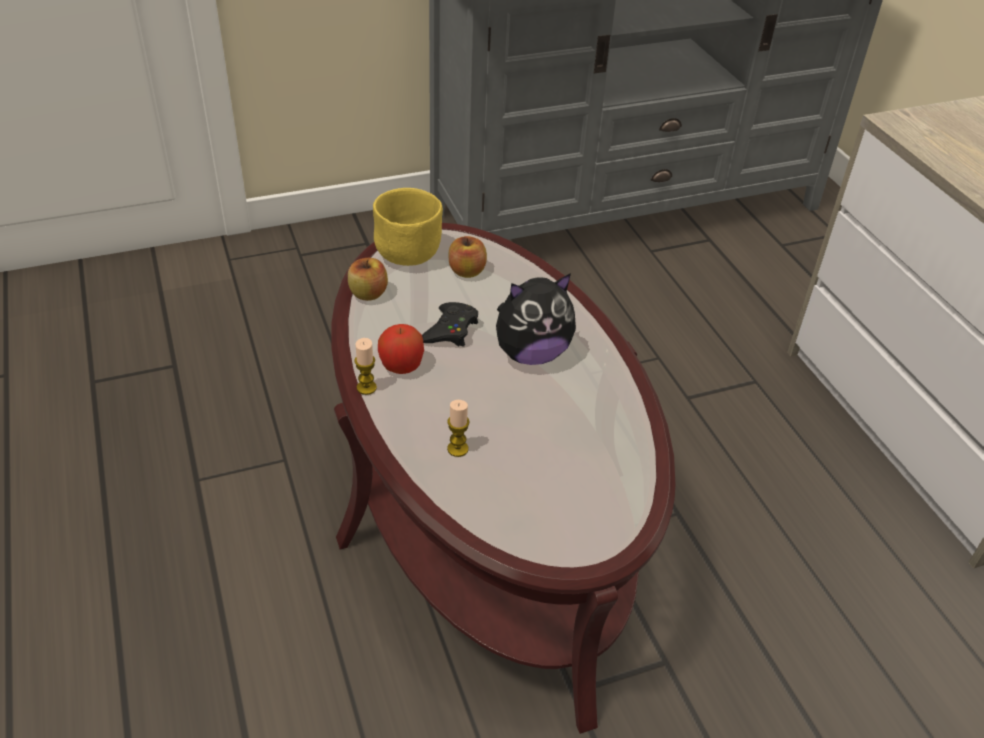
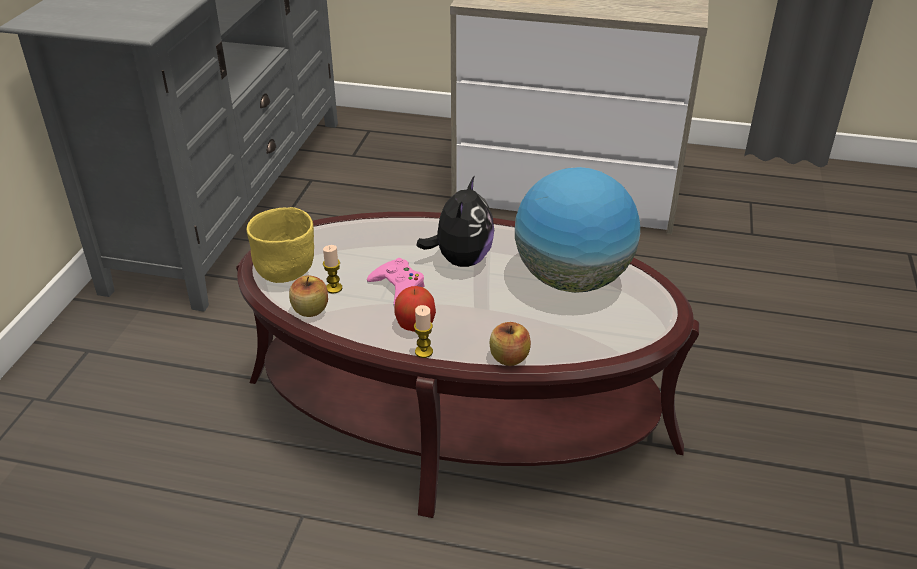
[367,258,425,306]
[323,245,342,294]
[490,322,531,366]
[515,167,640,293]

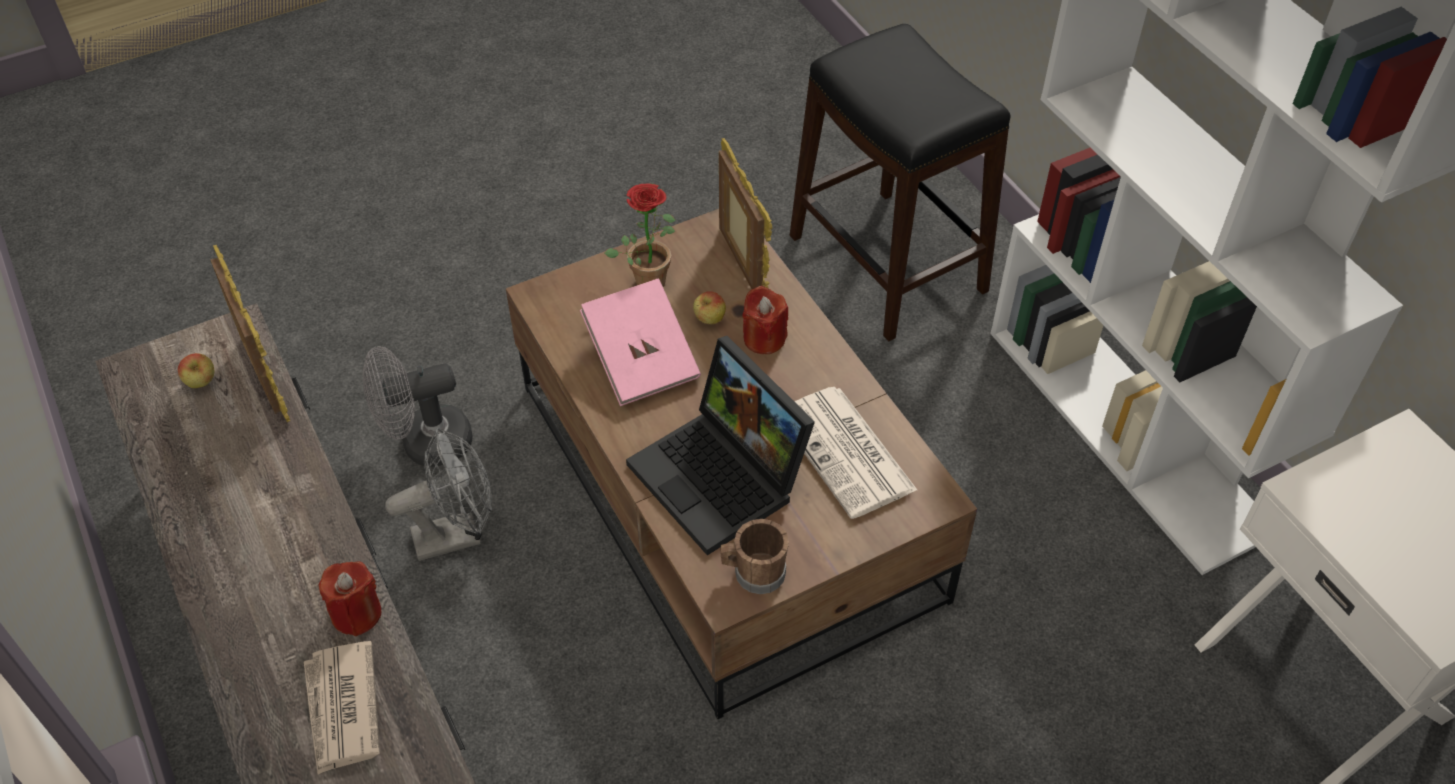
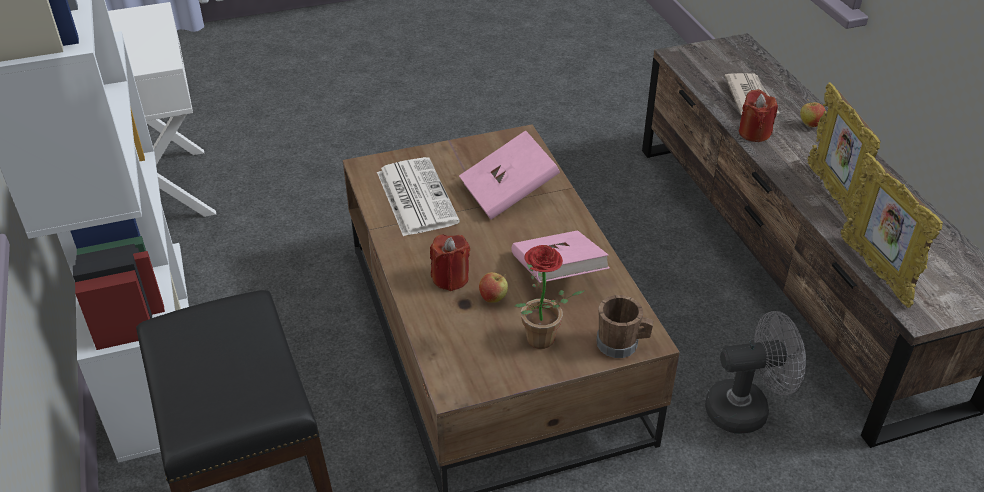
[800,100,826,127]
[385,428,492,561] (first image)
[459,130,560,220]
[808,82,881,223]
[597,295,653,358]

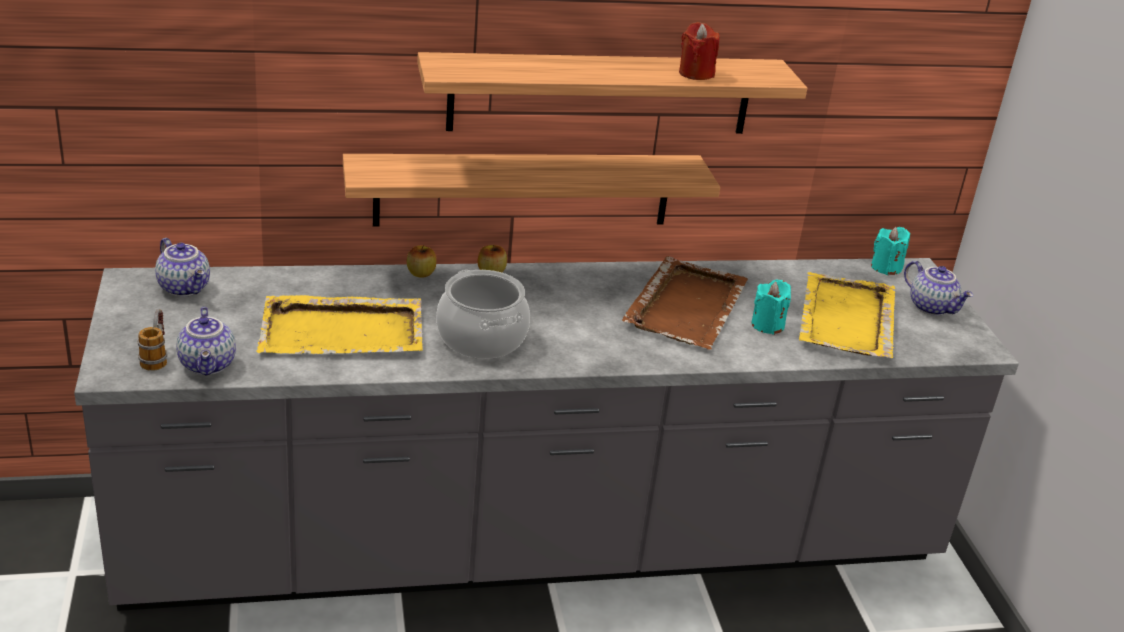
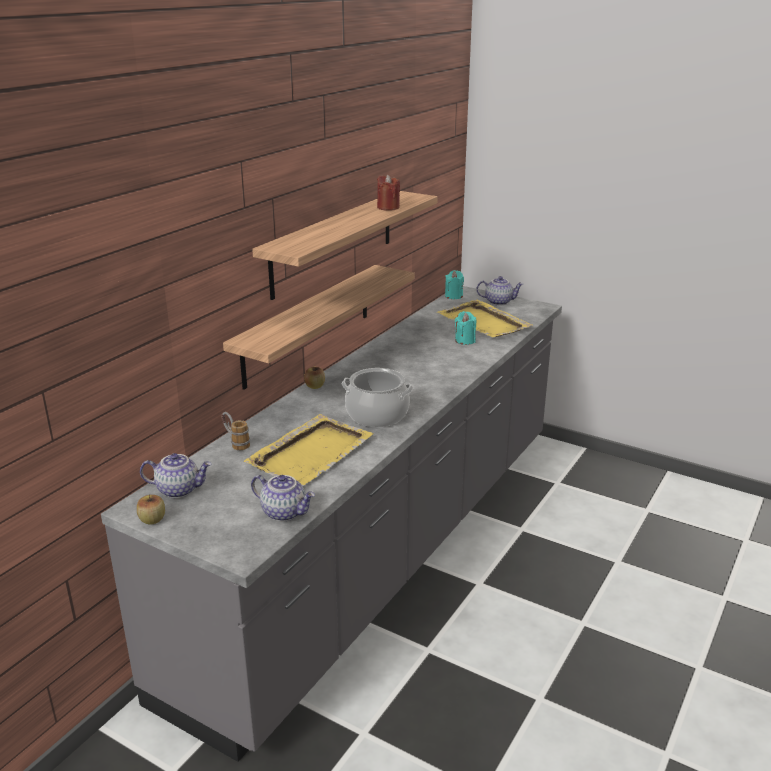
[221,412,250,450]
[137,494,165,524]
[622,256,748,349] (first image)

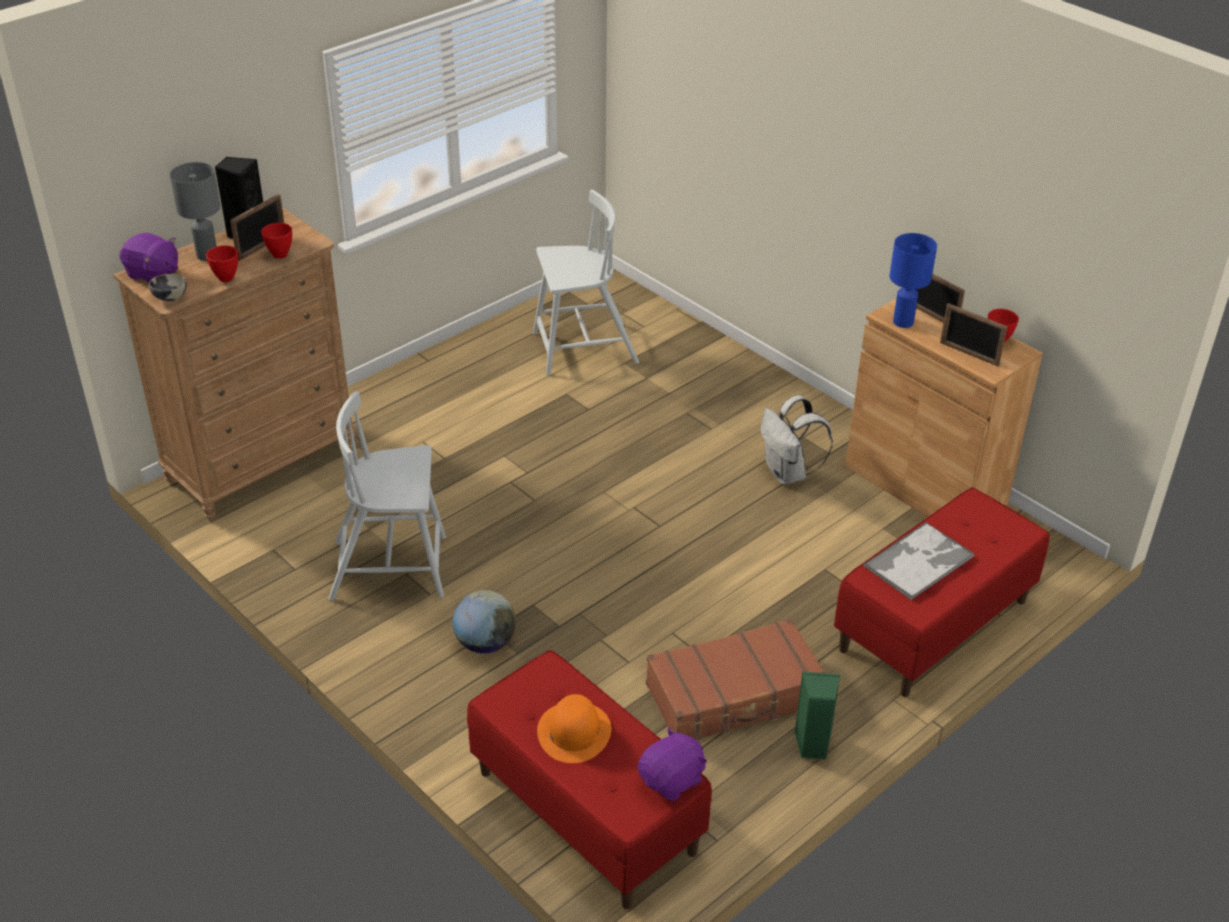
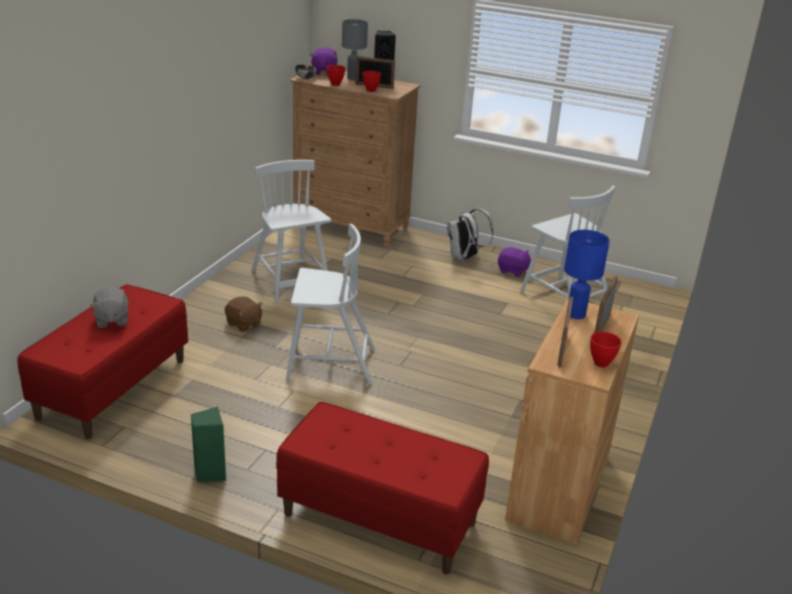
[225,296,263,332]
[90,287,129,328]
[498,247,531,277]
[646,618,825,741] (first image)
[447,208,493,261]
[864,522,974,600] (first image)
[286,224,375,385]

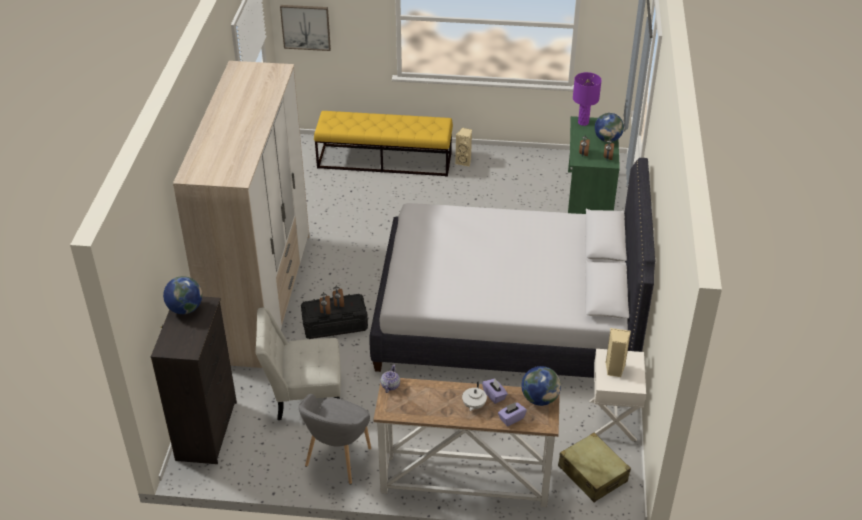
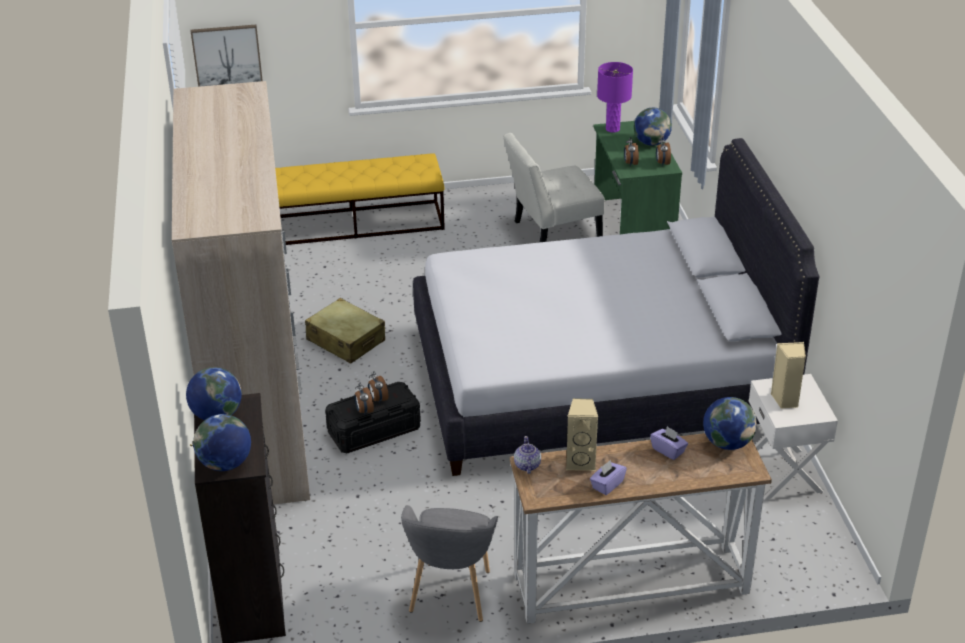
[503,133,605,242]
[566,398,598,471]
[462,381,487,411] (first image)
[590,460,627,495]
[305,298,385,364]
[193,414,251,471]

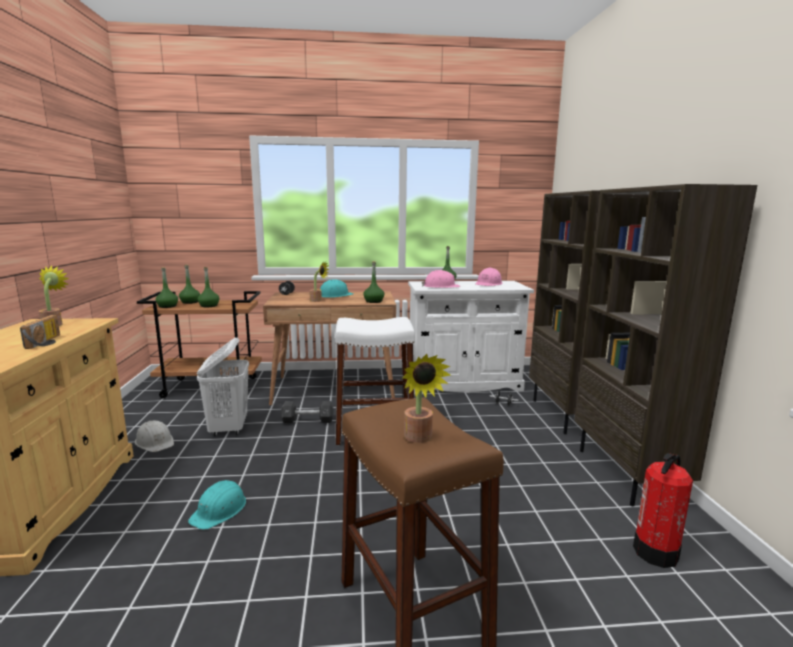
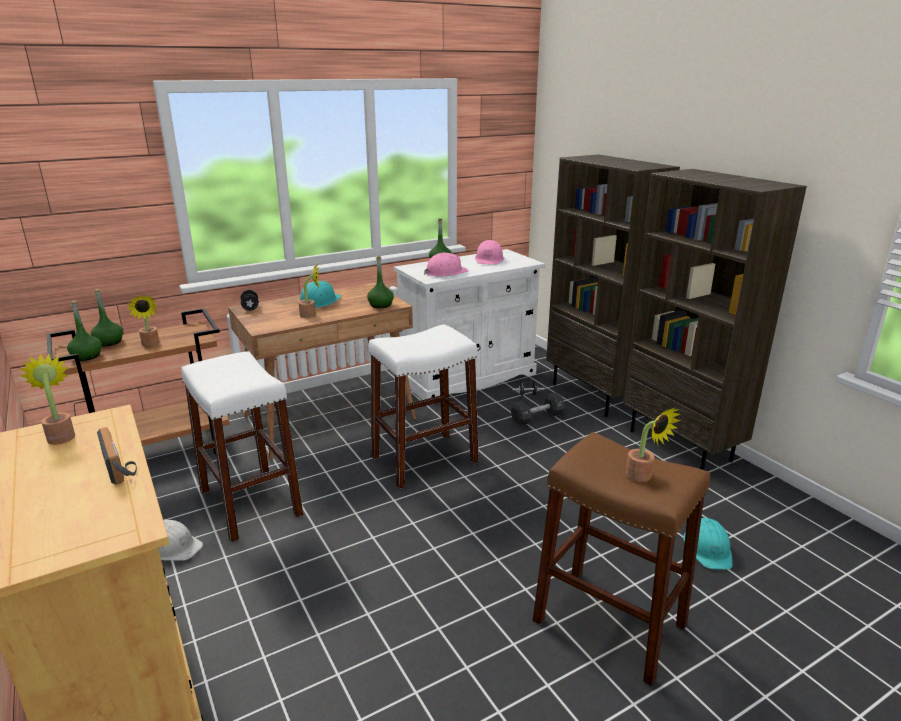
[683,518,733,569]
[181,351,304,543]
[127,295,160,347]
[511,392,565,426]
[633,453,693,568] (first image)

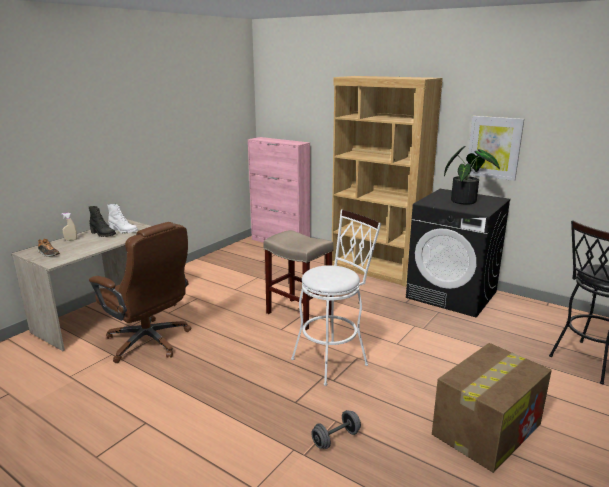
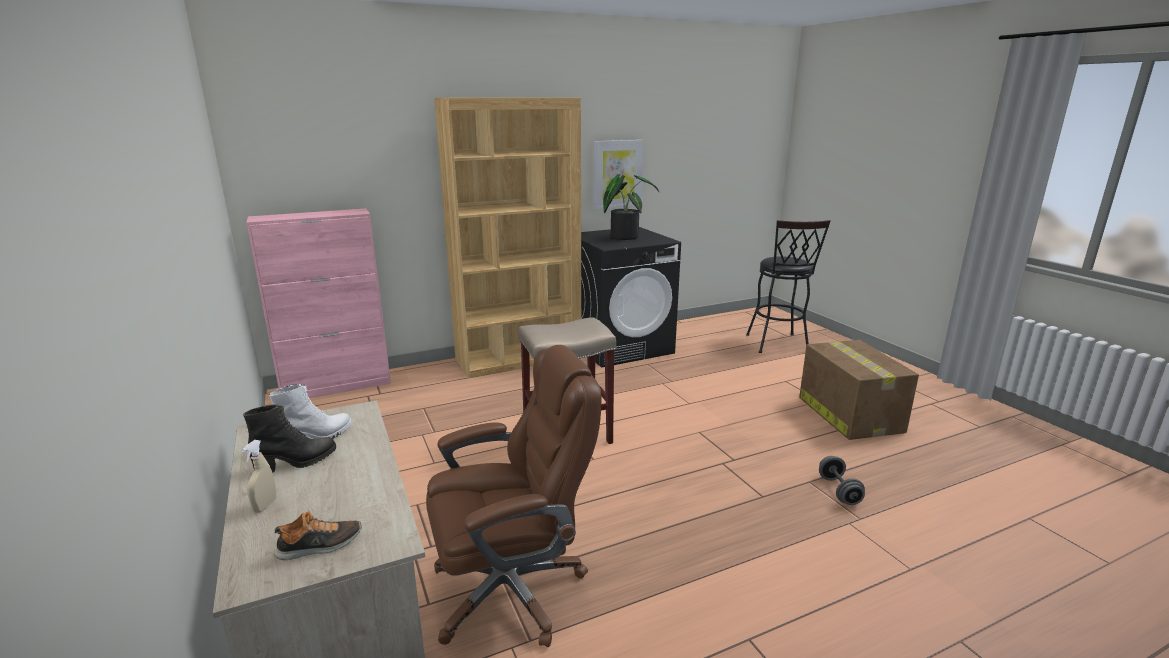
[291,209,381,386] (first image)

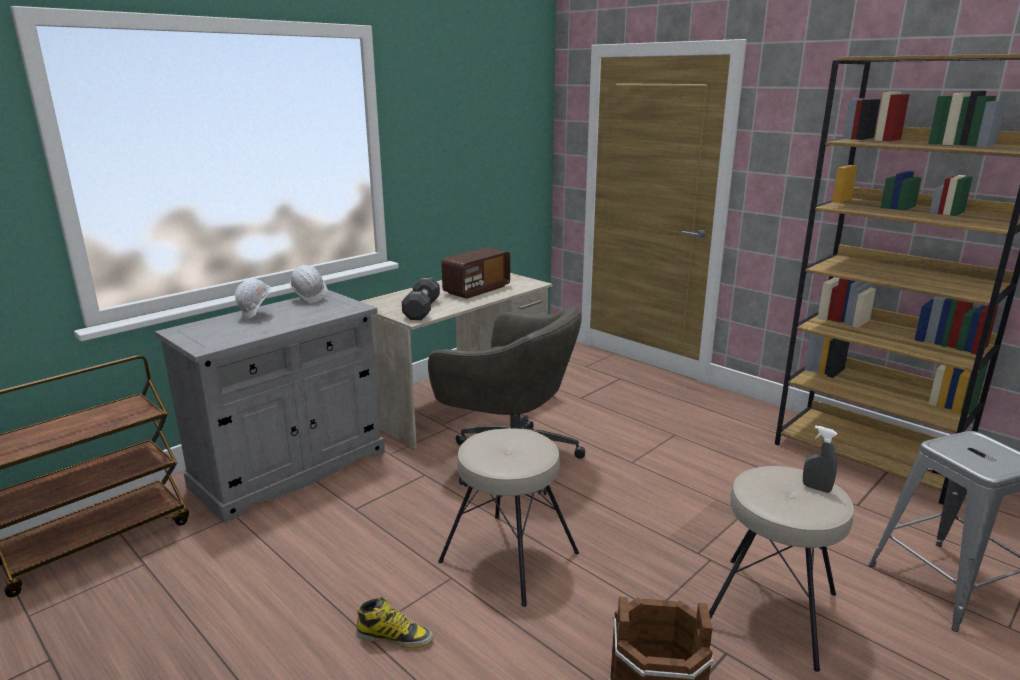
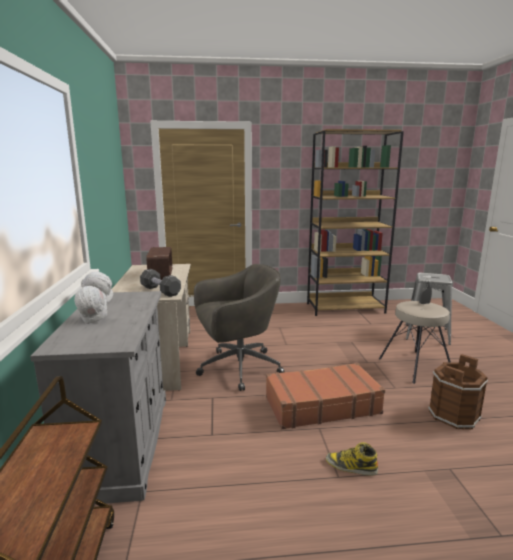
[326,442,378,476]
[266,363,385,429]

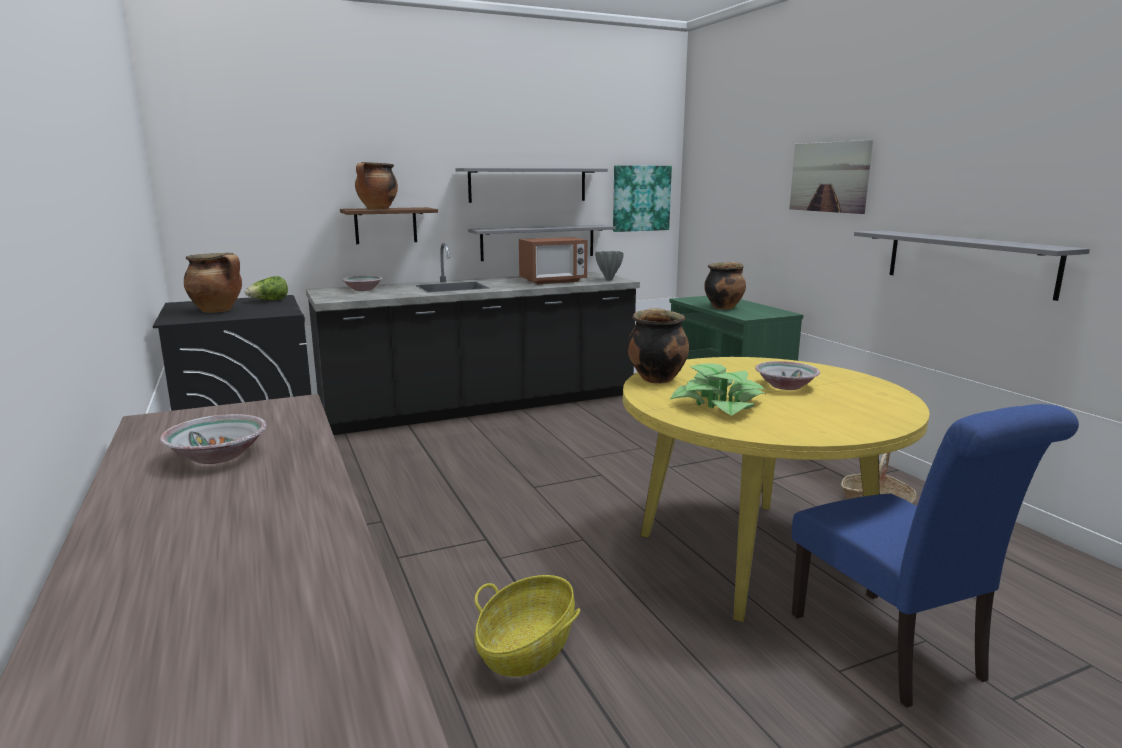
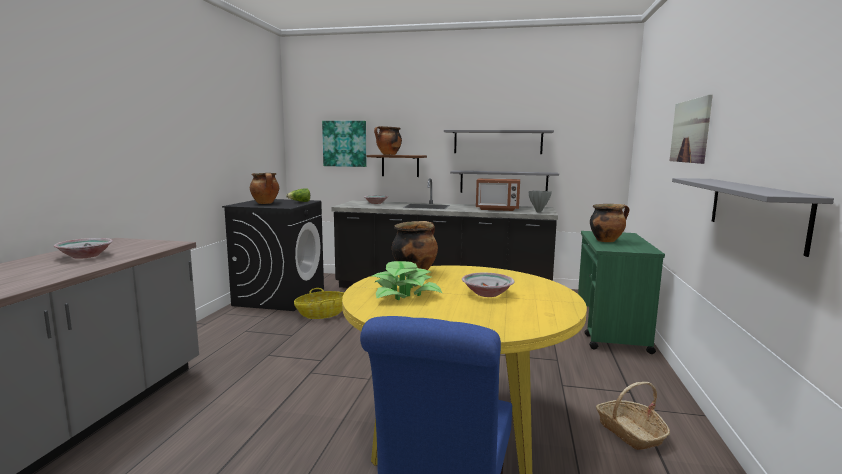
[294,288,344,319]
[322,121,366,167]

